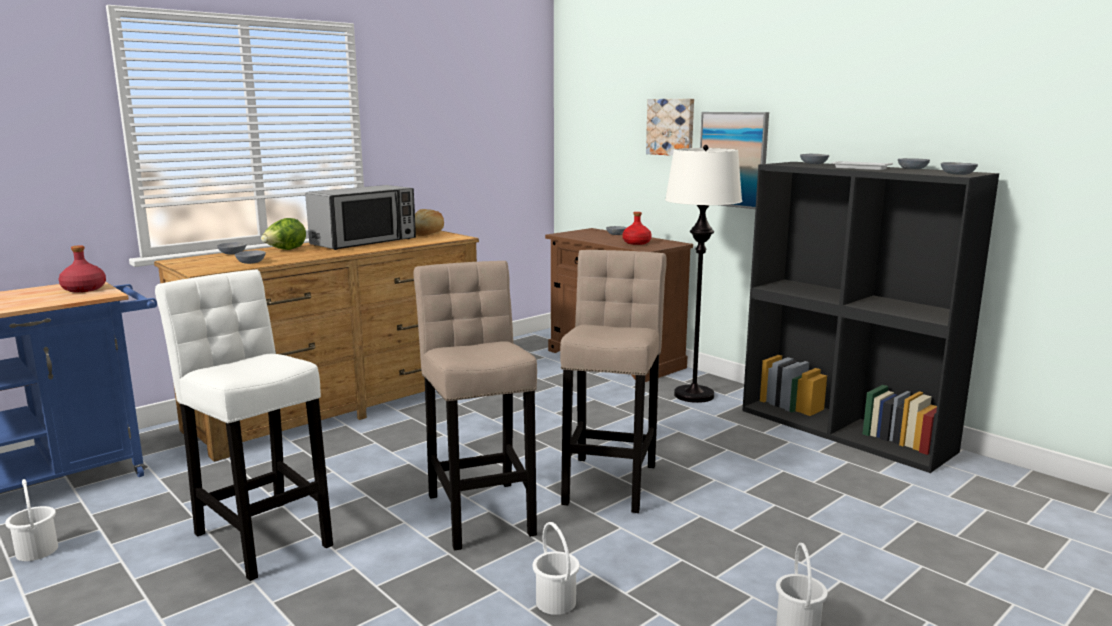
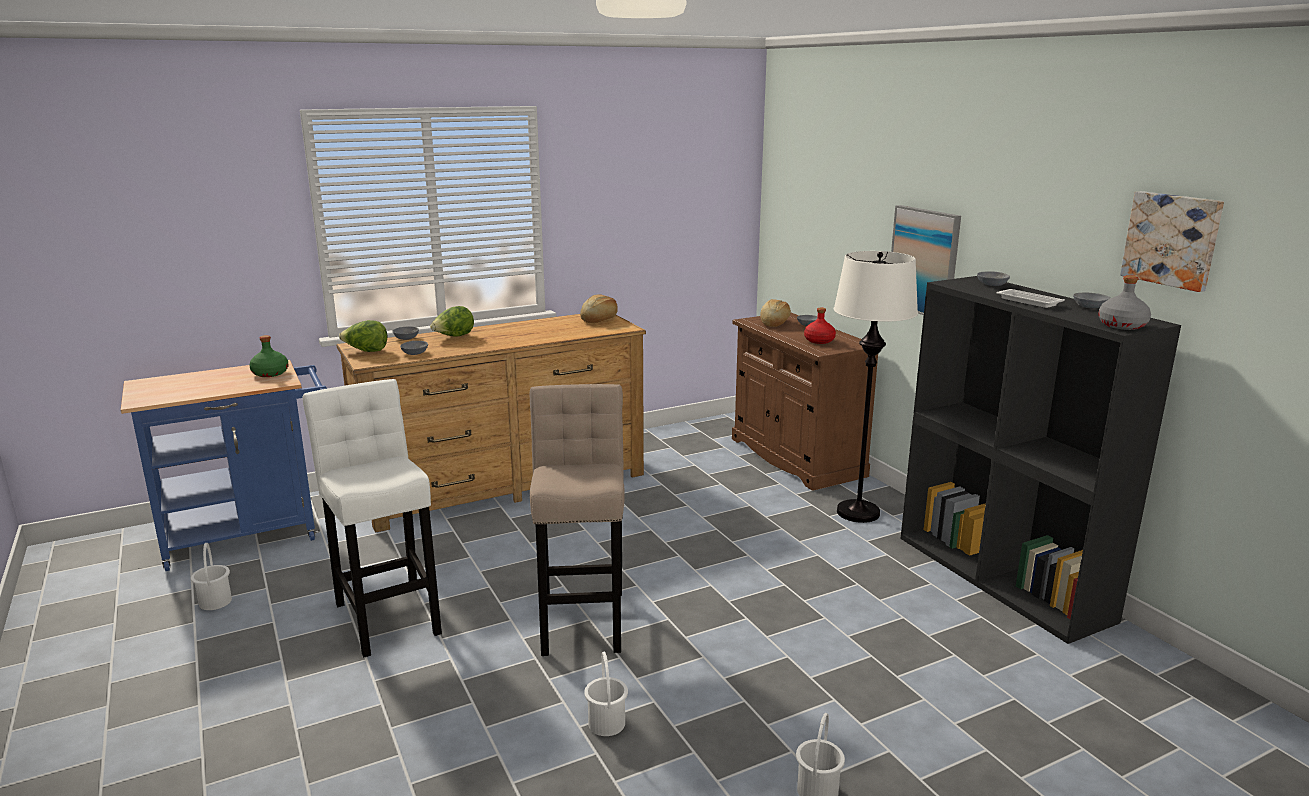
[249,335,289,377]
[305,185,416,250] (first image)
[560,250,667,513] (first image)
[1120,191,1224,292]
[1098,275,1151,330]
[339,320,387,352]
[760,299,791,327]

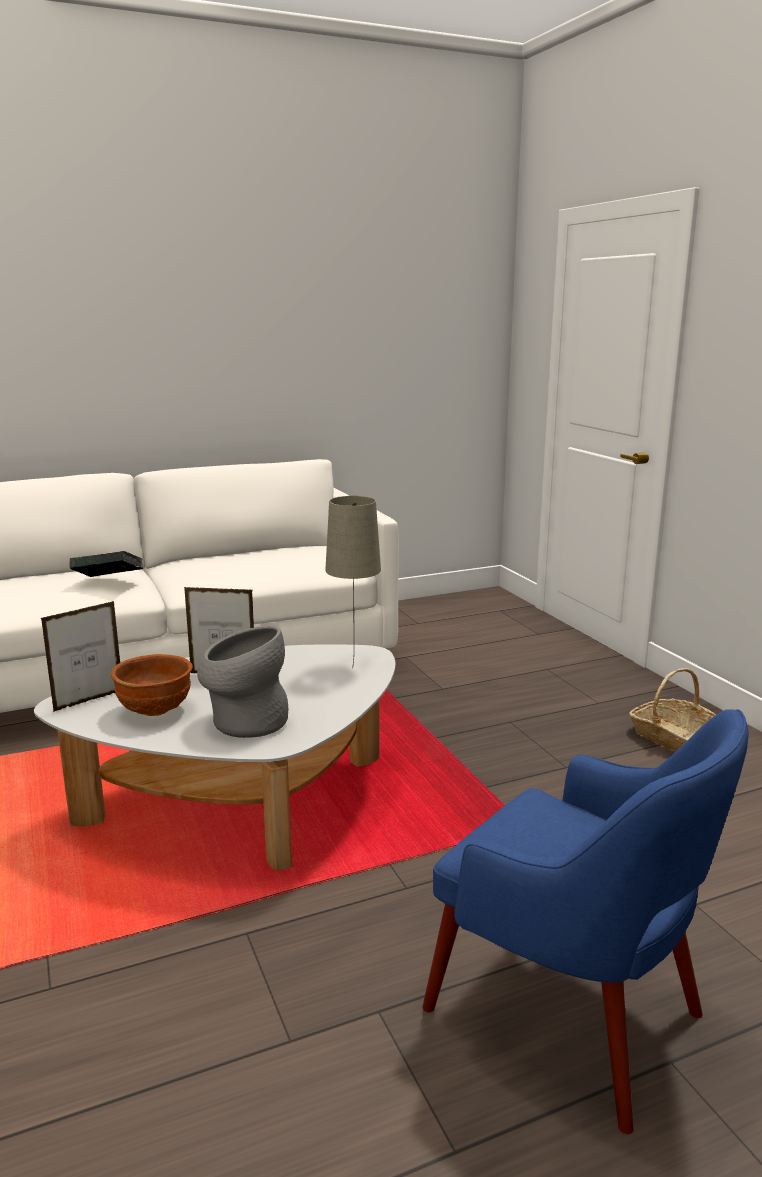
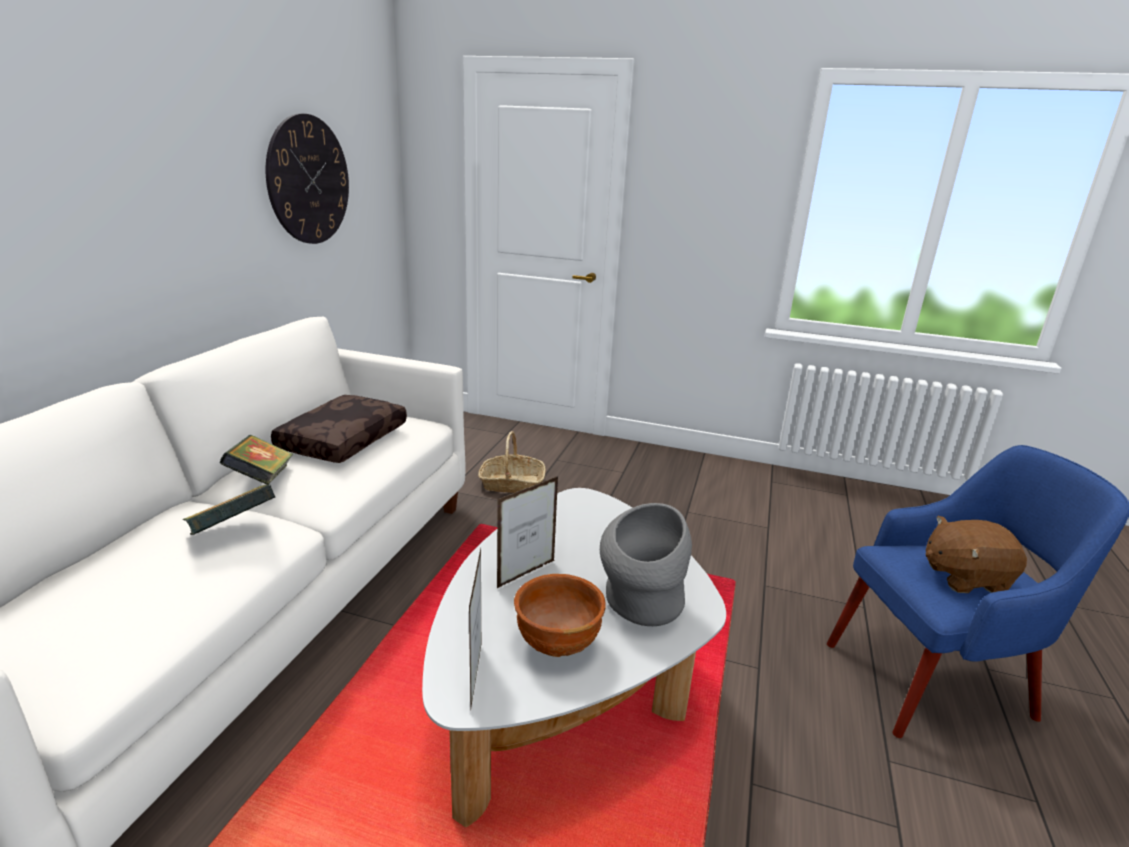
[325,496,381,669] (first image)
[478,431,545,493]
[220,435,293,484]
[266,113,349,244]
[271,395,407,463]
[925,516,1027,593]

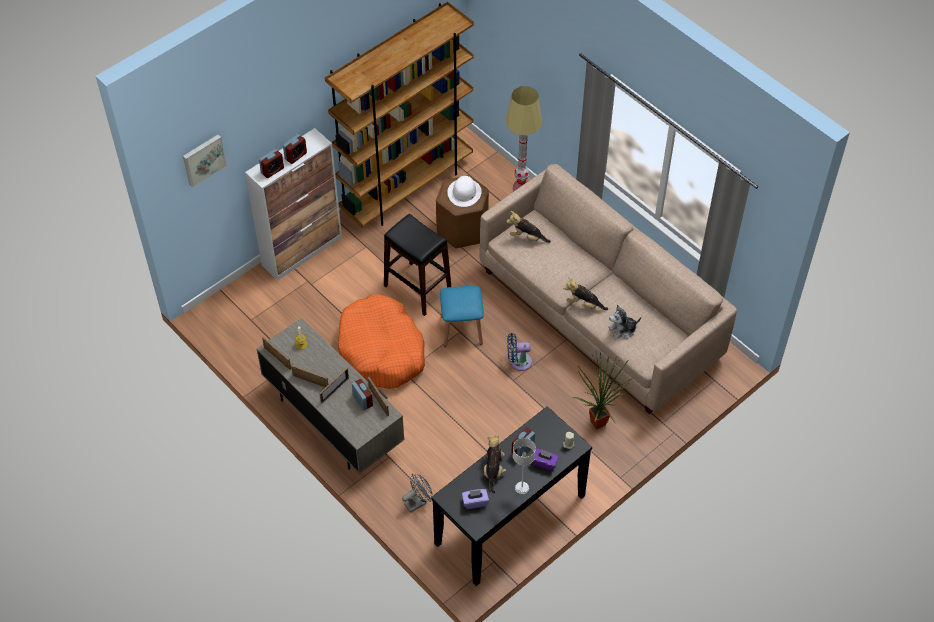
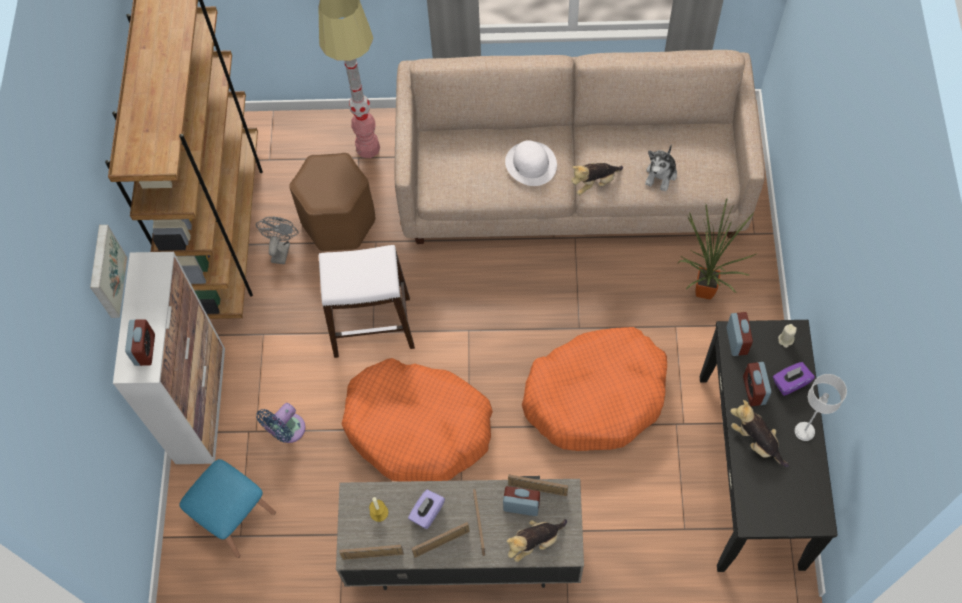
[90,225,128,318]
[726,312,753,356]
[319,245,415,358]
[256,217,299,264]
[179,459,276,558]
[505,140,557,186]
[408,489,445,529]
[507,519,567,562]
[256,403,306,443]
[522,327,667,451]

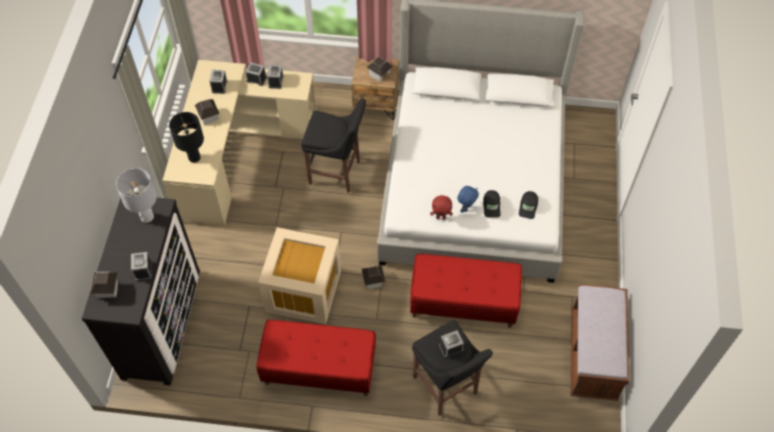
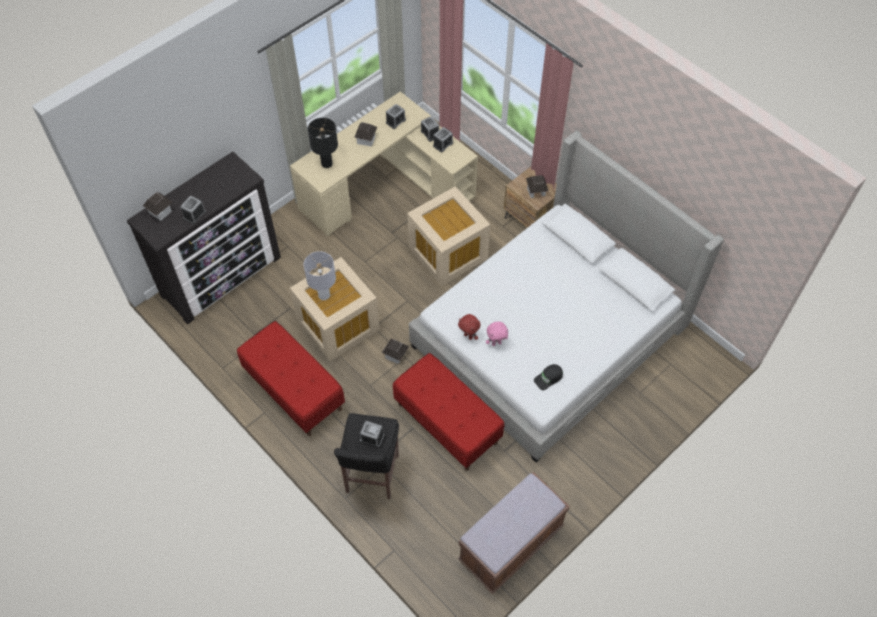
[304,251,336,300]
[407,186,490,286]
[486,322,509,346]
[483,190,501,218] (first image)

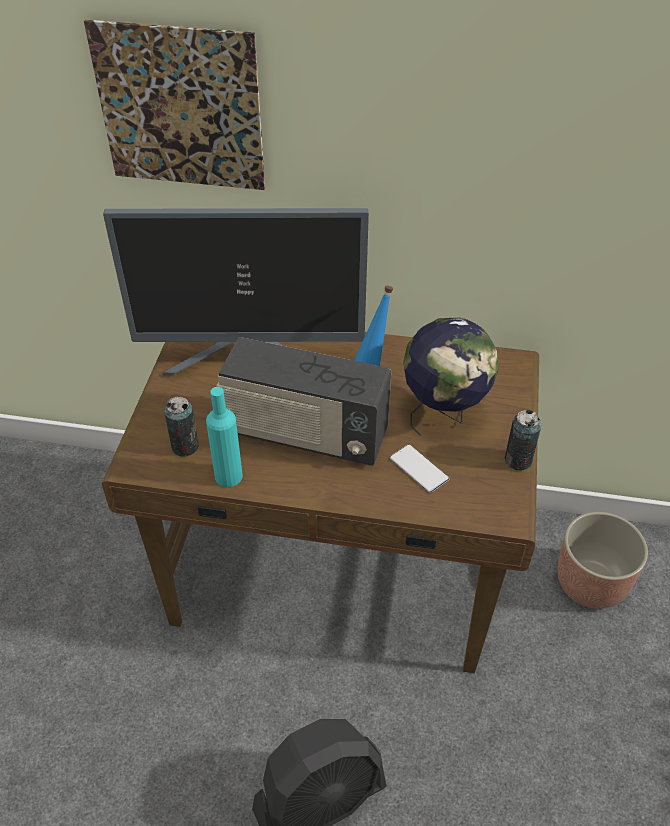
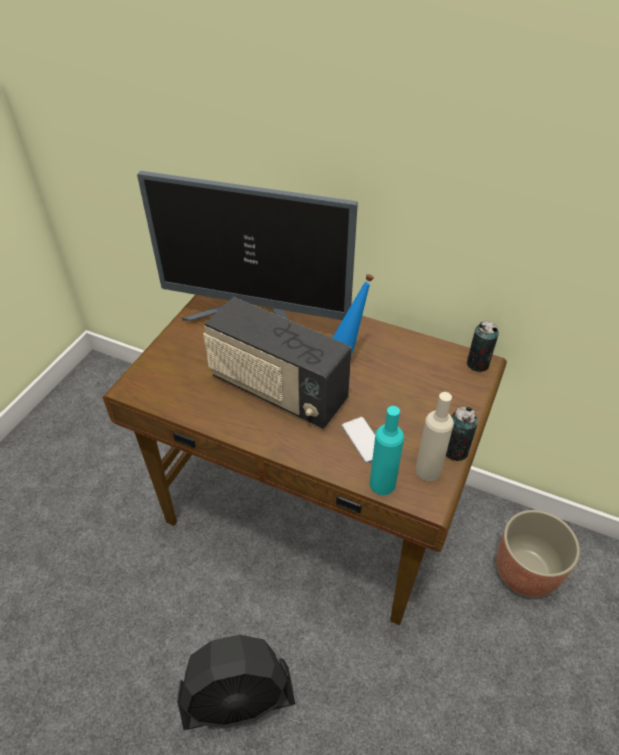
[84,20,265,190] (first image)
[467,321,499,372]
[370,406,404,495]
[403,317,499,436] (first image)
[415,392,454,481]

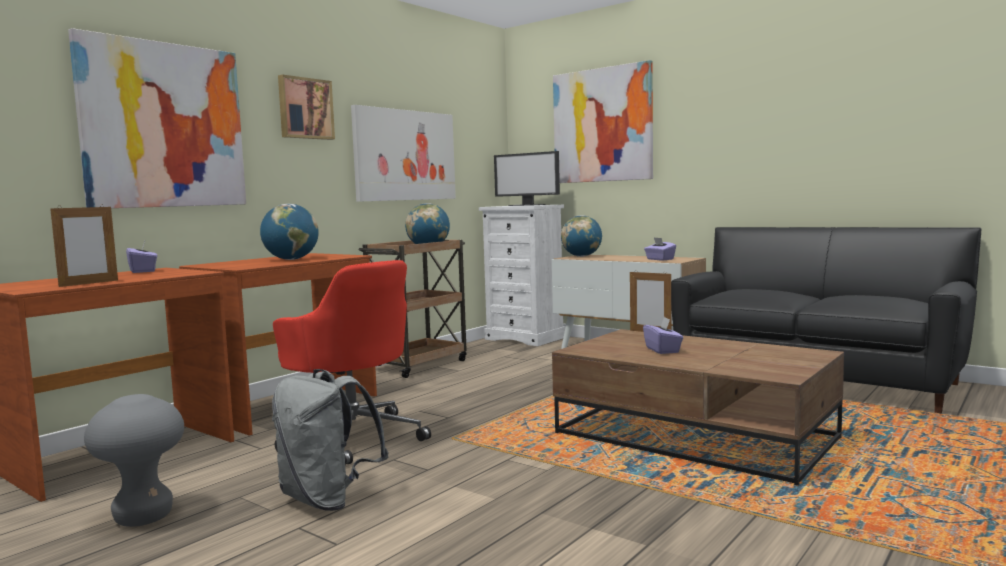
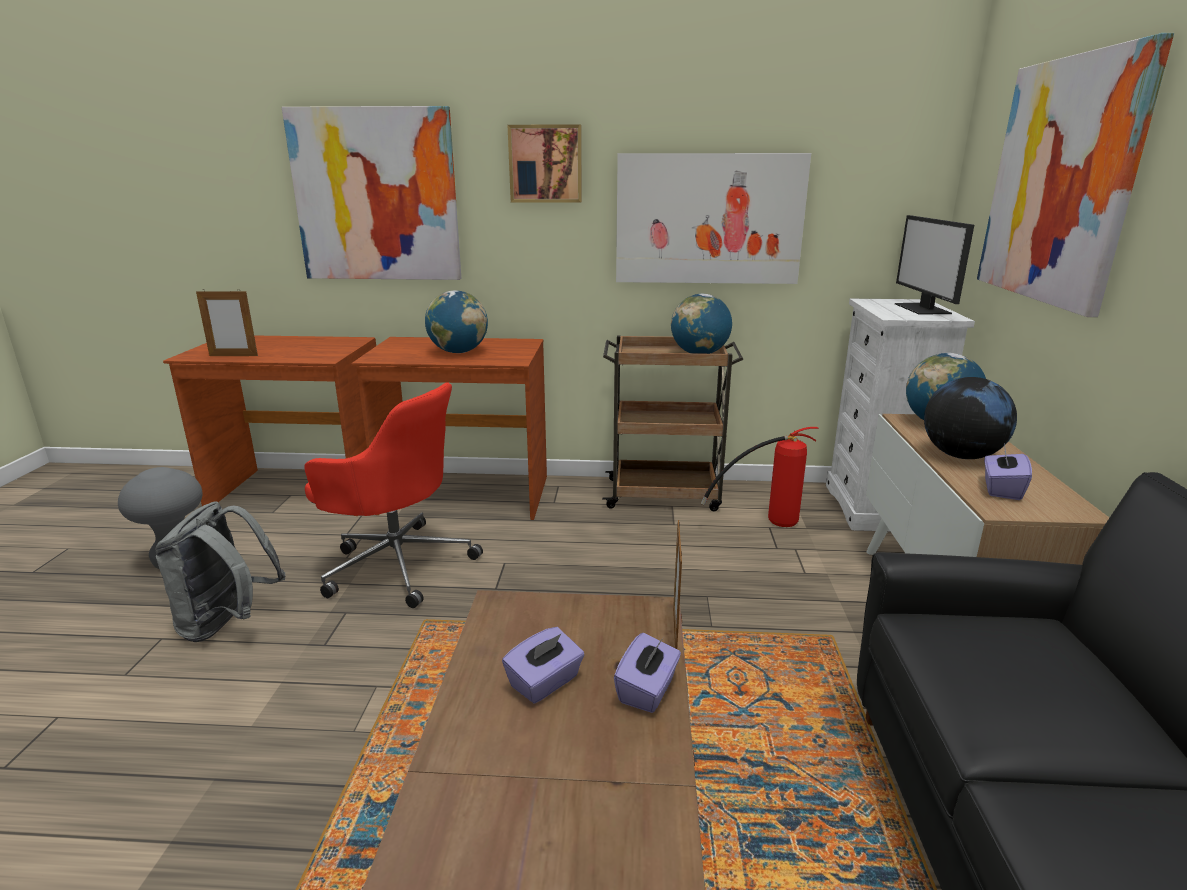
[614,633,681,713]
[304,382,483,608]
[701,427,819,527]
[924,377,1017,459]

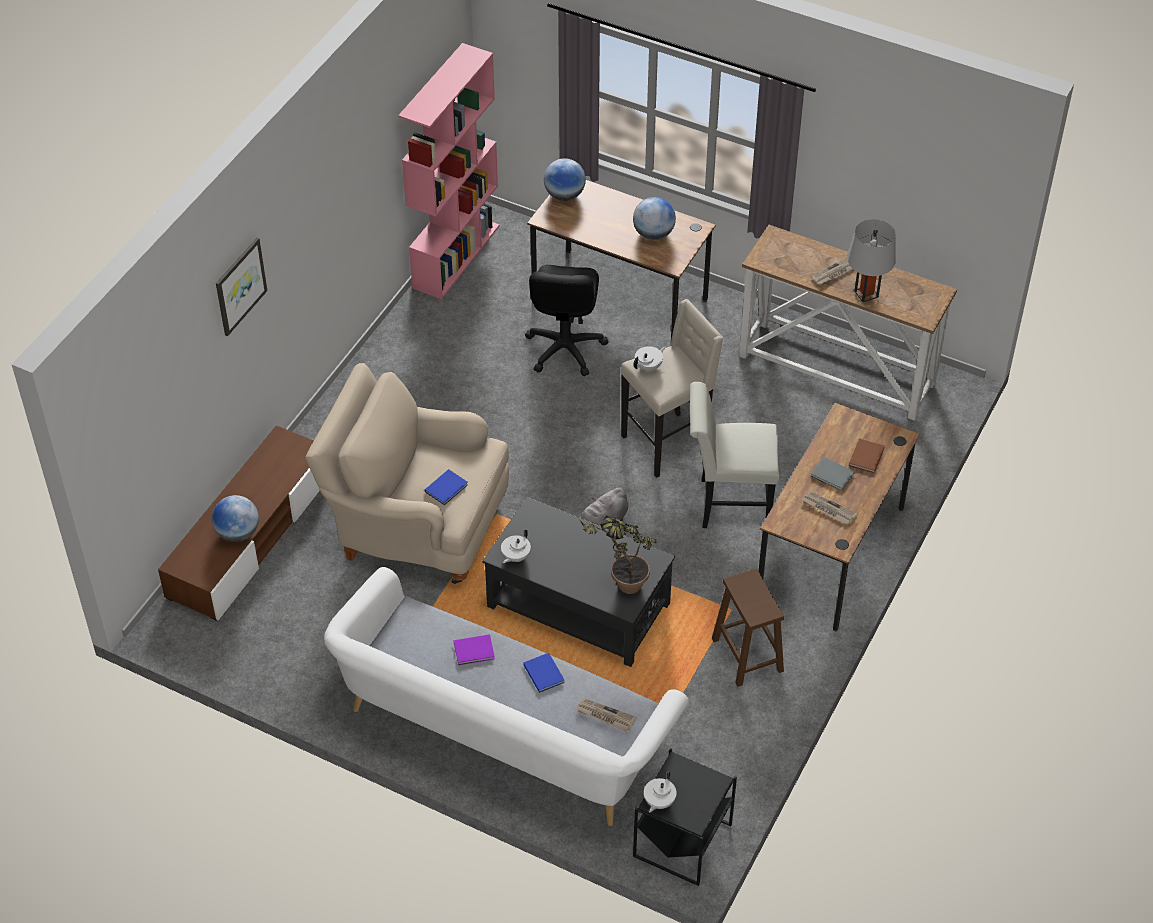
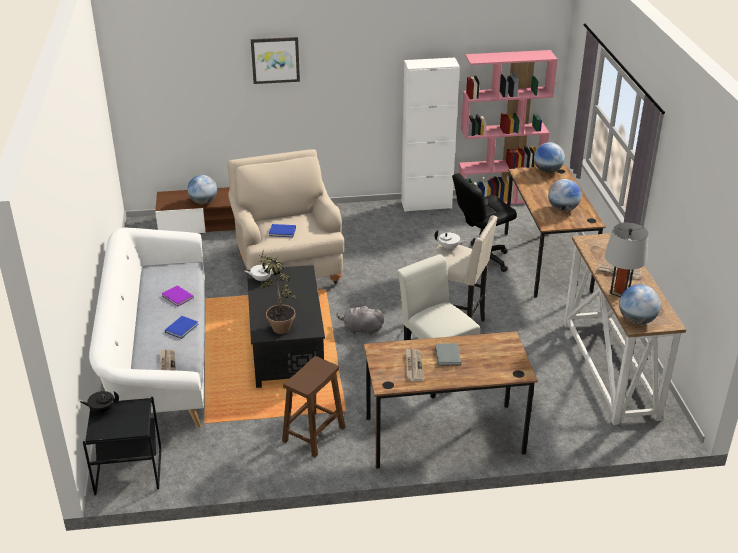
[80,391,119,414]
[849,438,885,473] (first image)
[401,58,460,212]
[619,285,661,325]

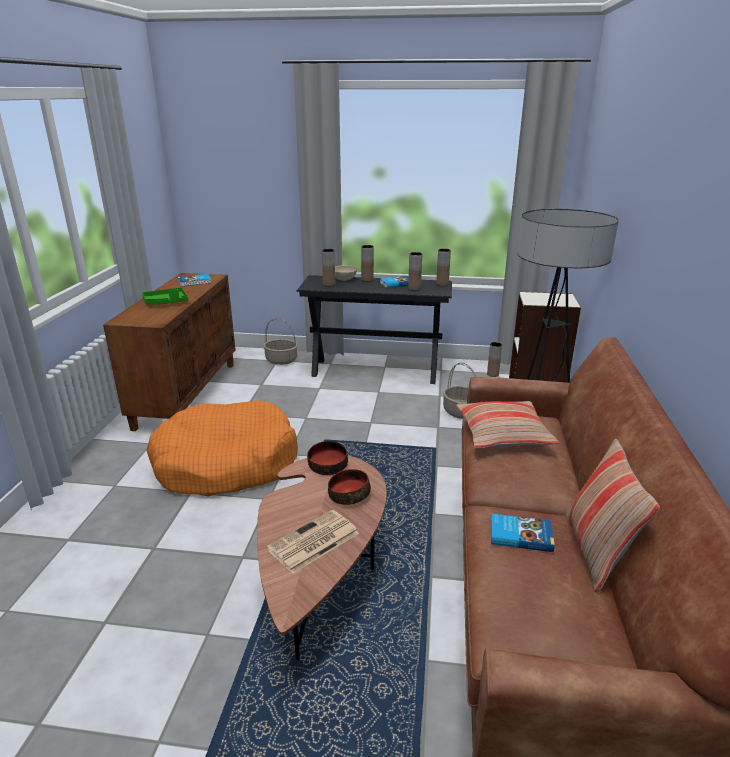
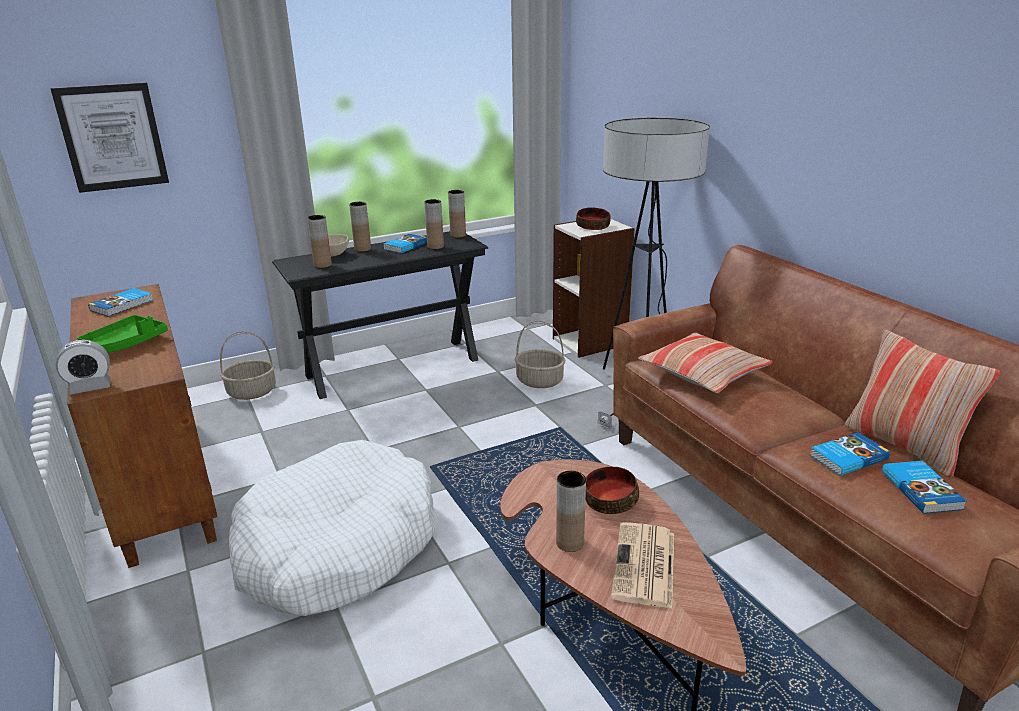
[229,440,435,616]
[576,207,611,230]
[556,471,586,552]
[51,83,169,193]
[56,340,111,395]
[882,461,967,514]

